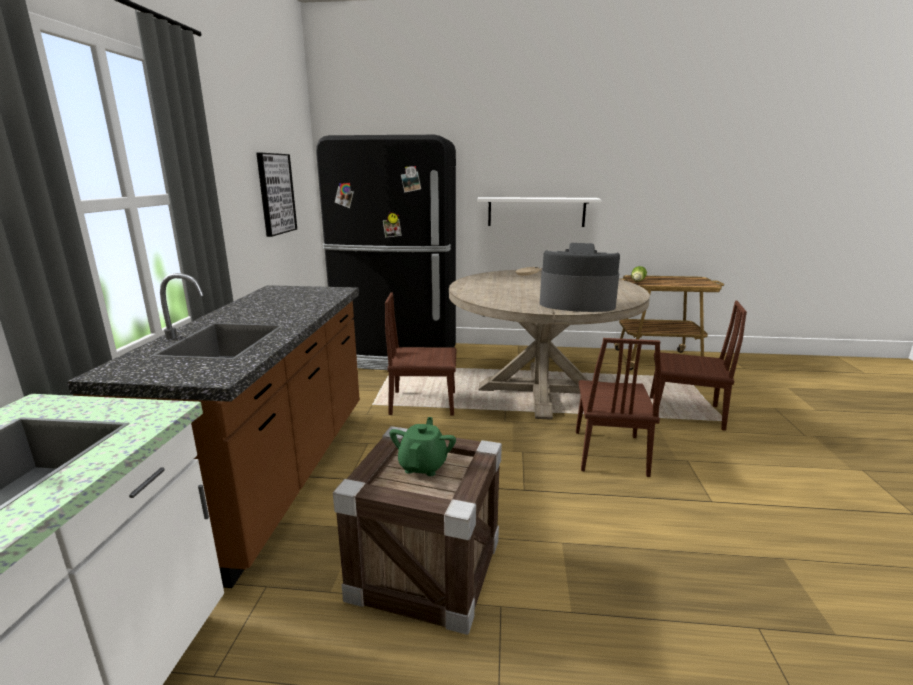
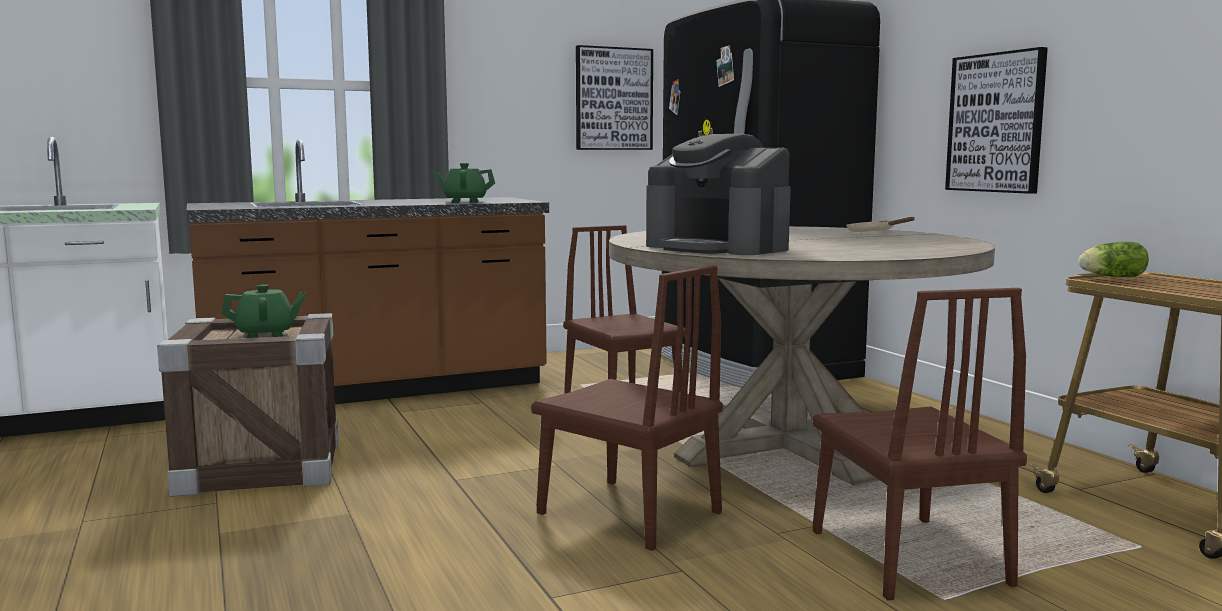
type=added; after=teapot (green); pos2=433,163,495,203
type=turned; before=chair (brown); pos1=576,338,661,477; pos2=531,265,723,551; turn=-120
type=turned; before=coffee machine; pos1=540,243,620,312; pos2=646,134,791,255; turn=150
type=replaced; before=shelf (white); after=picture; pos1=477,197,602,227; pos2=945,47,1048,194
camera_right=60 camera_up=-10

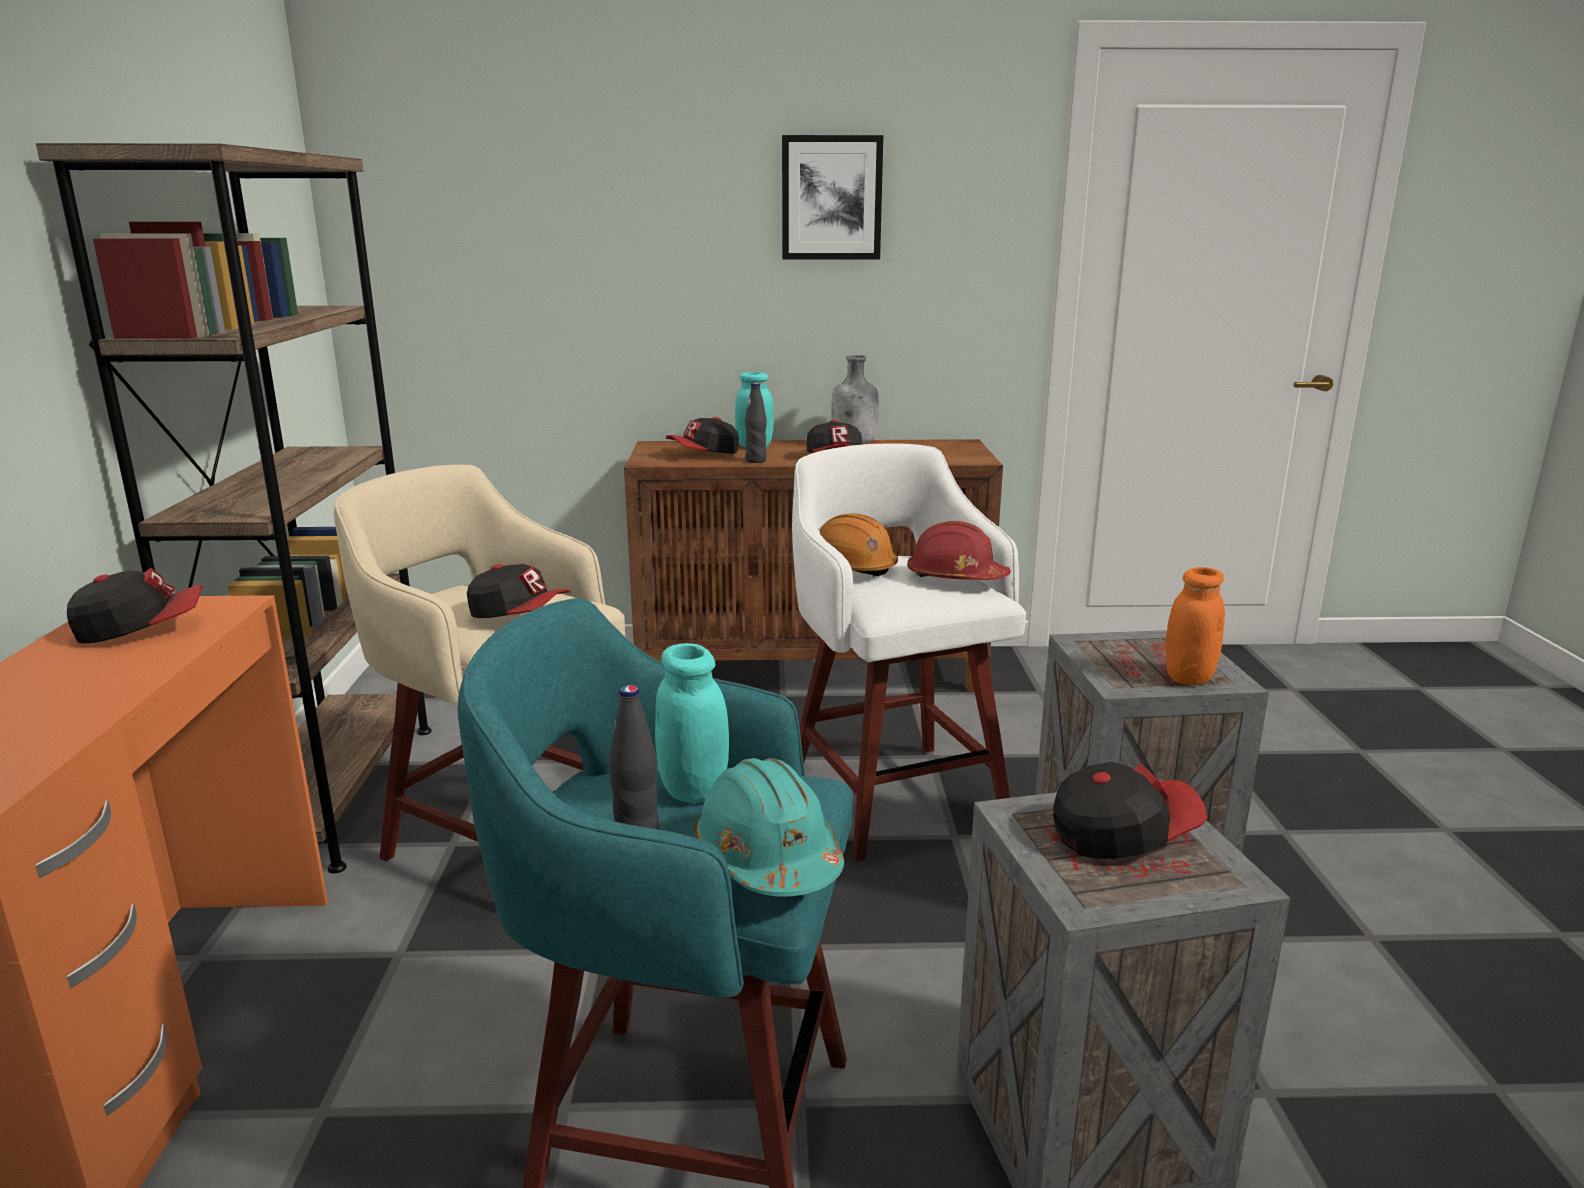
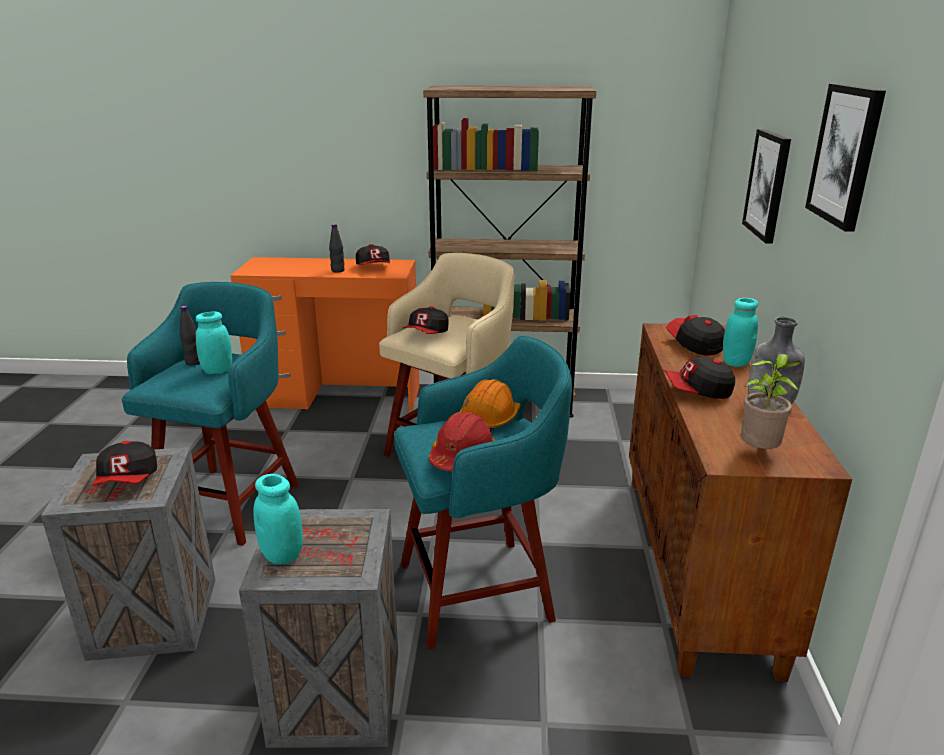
type=recoloured; before=jar (orange); after=jar (turquoise); pos1=1165,567,1225,685; pos2=253,474,303,564
type=moved; before=bottle (black); pos1=745,383,767,463; pos2=329,224,345,273
type=recoloured; before=stool (white); after=stool (turquoise); pos1=792,443,1026,861; pos2=394,336,572,650
type=added; after=potted plant; pos2=741,354,802,449
type=added; after=picture; pos2=742,129,791,243
type=removed; before=hard hat (turquoise); pos1=694,758,844,897
camera_right=95 camera_up=5

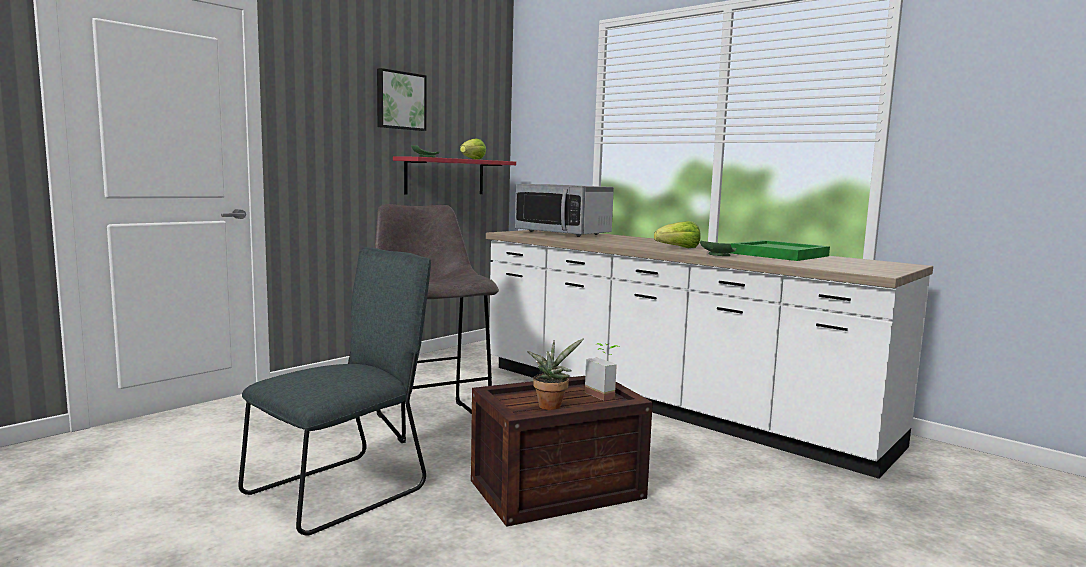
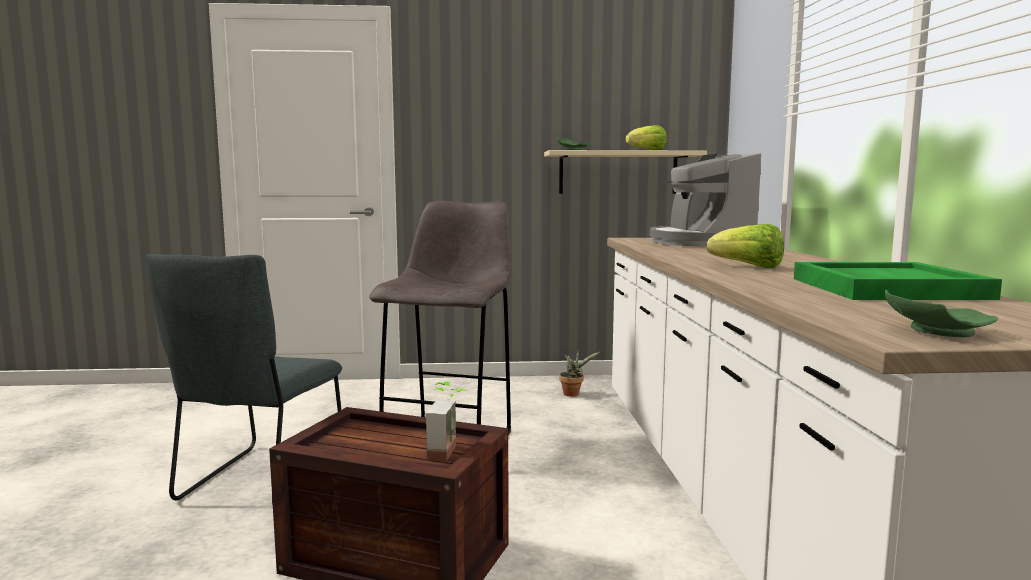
type=turned; before=chair (grey); pos1=238,247,431,536; pos2=145,254,342,505; turn=105
type=recoloured; before=shelf (red); after=shelf (beige); pos1=393,156,516,194; pos2=544,150,707,194
type=moved; before=potted plant; pos1=527,338,584,410; pos2=559,349,600,397
type=replaced; before=microwave; after=coffee machine; pos1=515,184,614,237; pos2=650,153,761,246
type=moved; before=plate (green); pos1=700,241,736,256; pos2=885,290,998,337
type=removed; before=picture; pos1=377,68,427,131
camera_right=45 camera_up=0

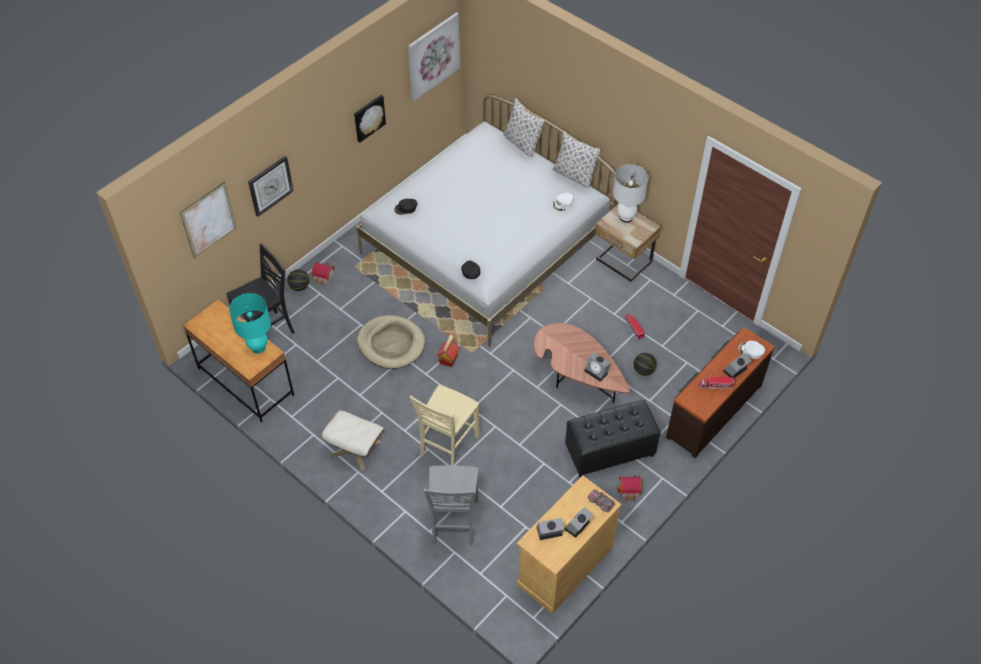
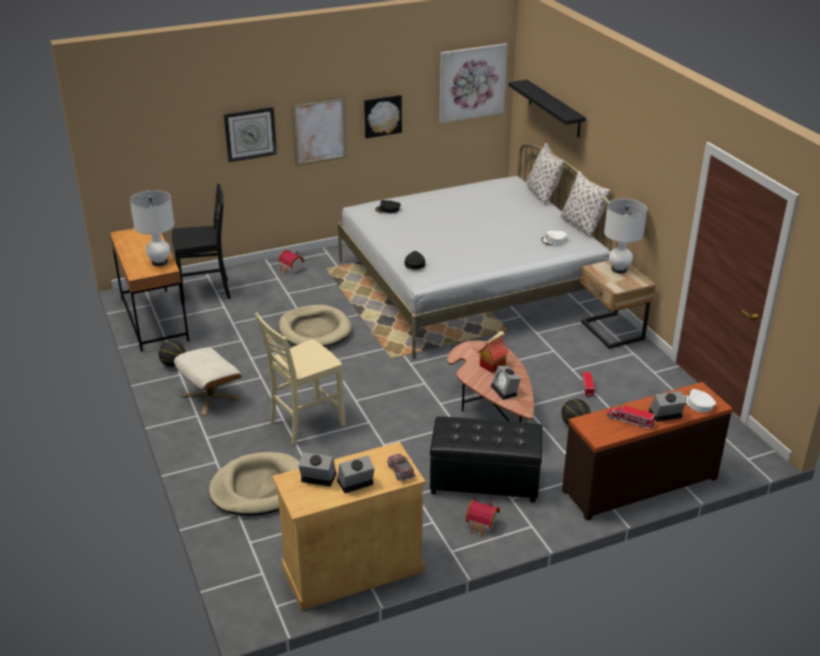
type=recoloured; before=table lamp (turquoise); after=table lamp (white); pos1=229,293,271,354; pos2=130,190,174,266
type=moved; before=basketball; pos1=288,269,309,291; pos2=159,341,186,367
type=replaced; before=chair (grey); after=dog bed (beige); pos1=424,465,479,545; pos2=209,452,300,516
type=moved; before=picture; pos1=180,182,237,258; pos2=292,97,347,166
type=moved; before=toy house; pos1=437,335,460,367; pos2=478,331,509,373
type=added; after=shelf (black); pos2=509,80,586,138
camera_right=25 camera_up=-20

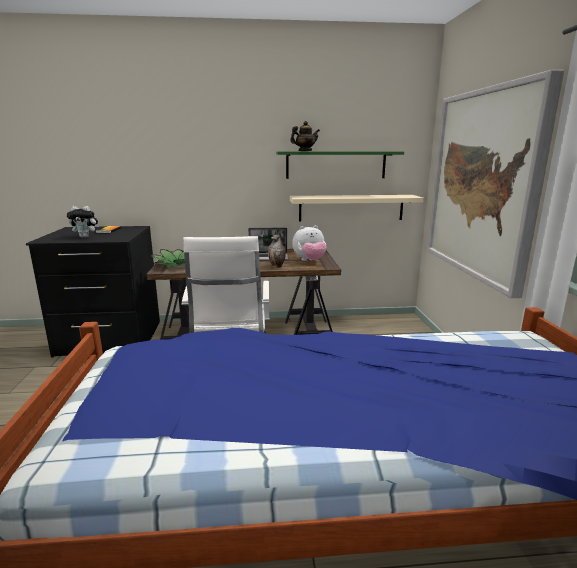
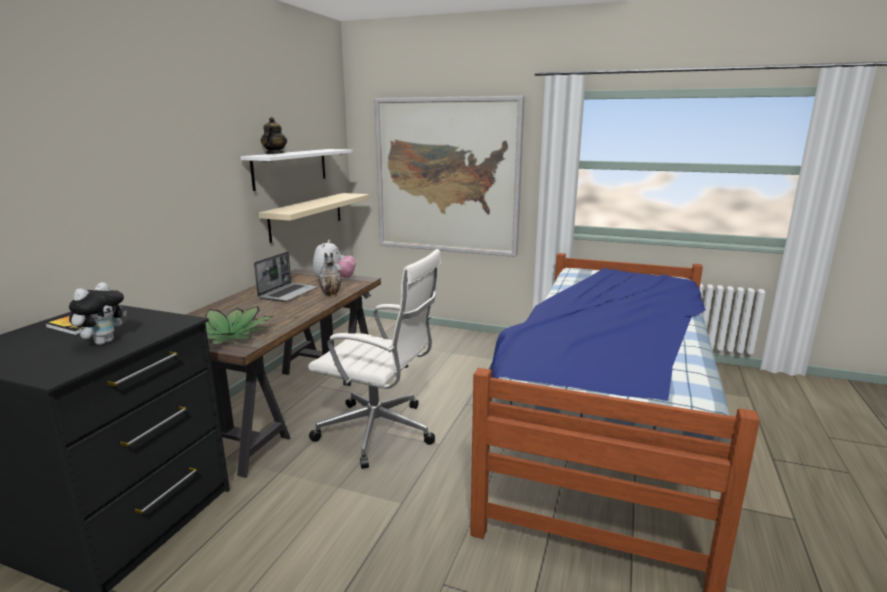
type=recoloured; before=shelf (green); after=shelf (white); pos1=276,151,404,179; pos2=241,149,353,191
camera_right=-65 camera_up=0

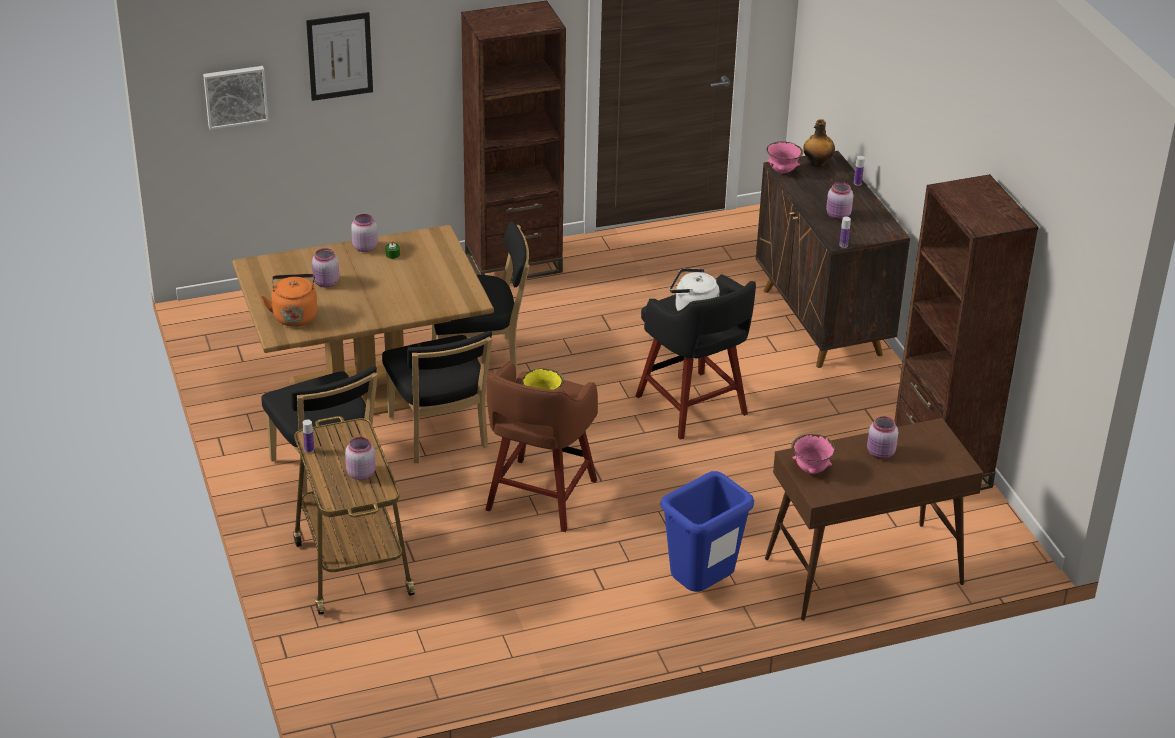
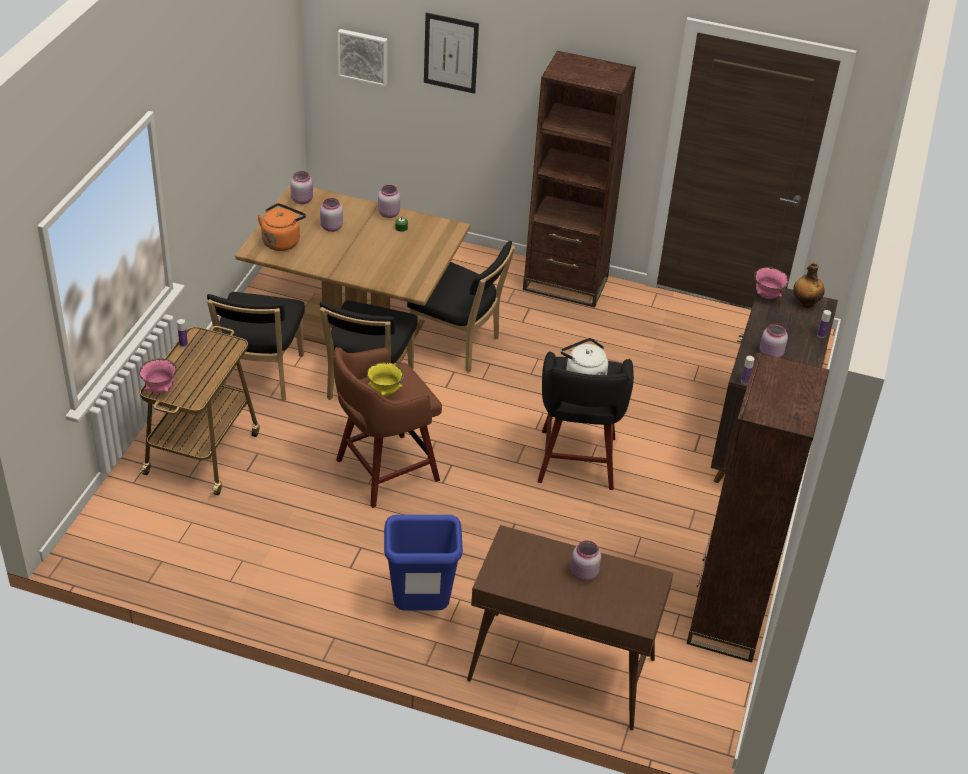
type=moved; before=bowl (pink); pos1=792,434,836,474; pos2=139,358,177,393
type=moved; before=jar (pink); pos1=345,437,376,480; pos2=290,171,313,204
camera_right=35 camera_up=5

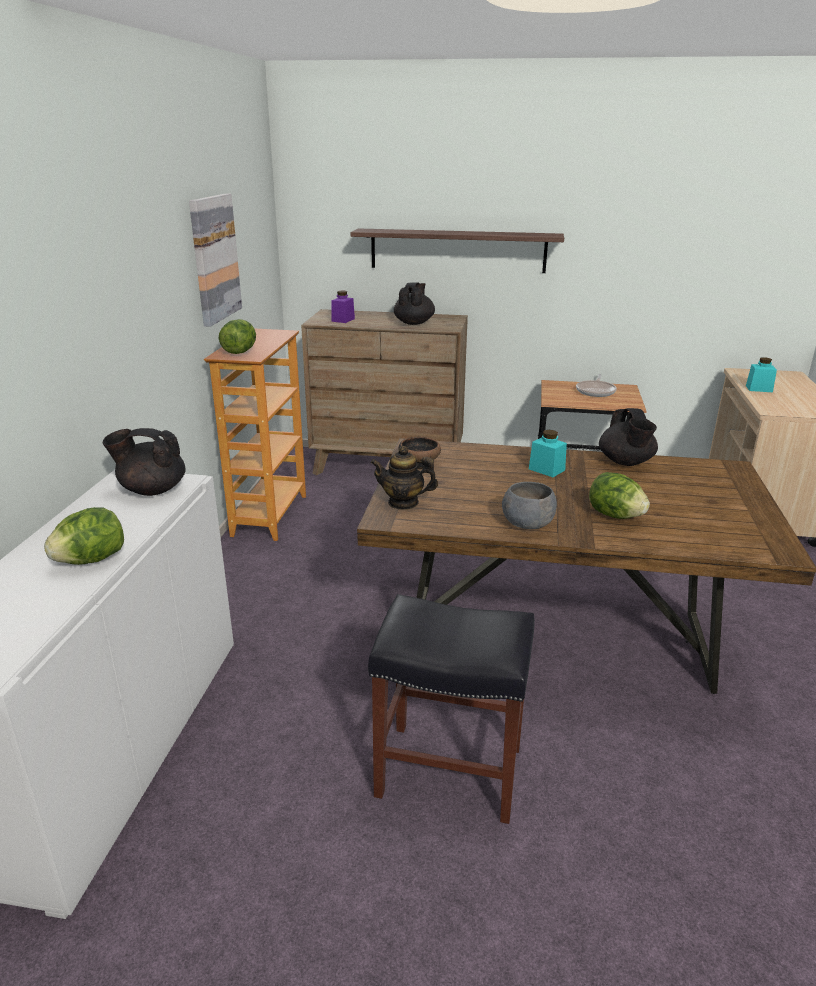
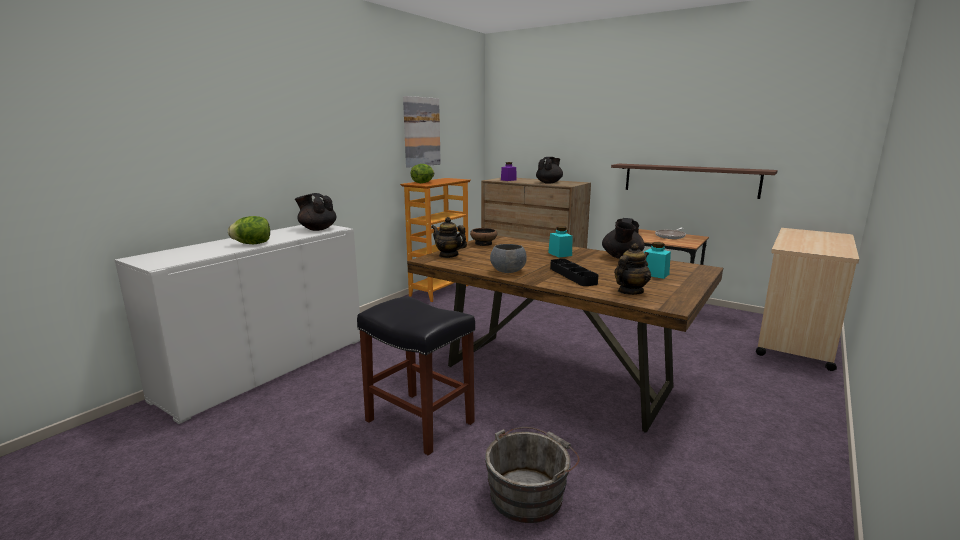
type=added; after=bucket (grey); pos2=485,427,580,523
type=replaced; before=lettuce; after=tray (black); pos1=589,472,650,519; pos2=550,259,598,286
type=moved; before=shelf; pos1=351,228,564,273; pos2=611,164,778,199
type=added; after=teapot; pos2=615,243,651,295
type=moved; before=jar (turquoise); pos1=746,357,777,392; pos2=644,242,671,279
camera_right=25 camera_up=-10

